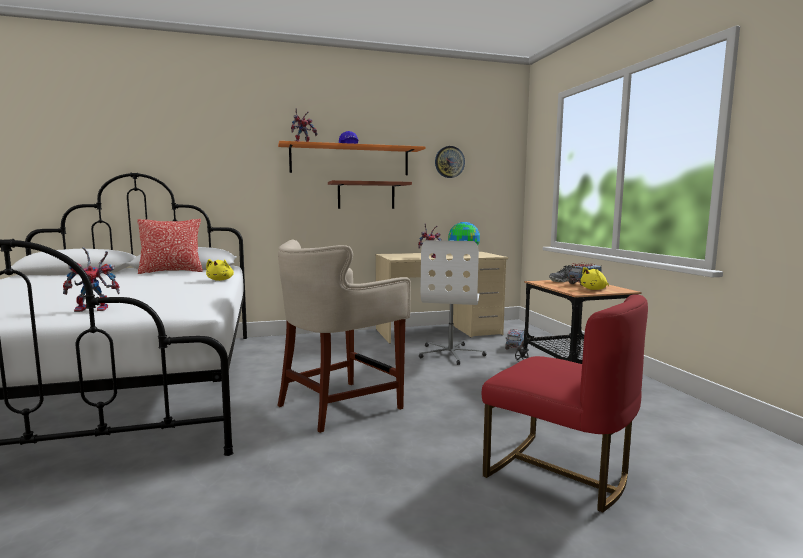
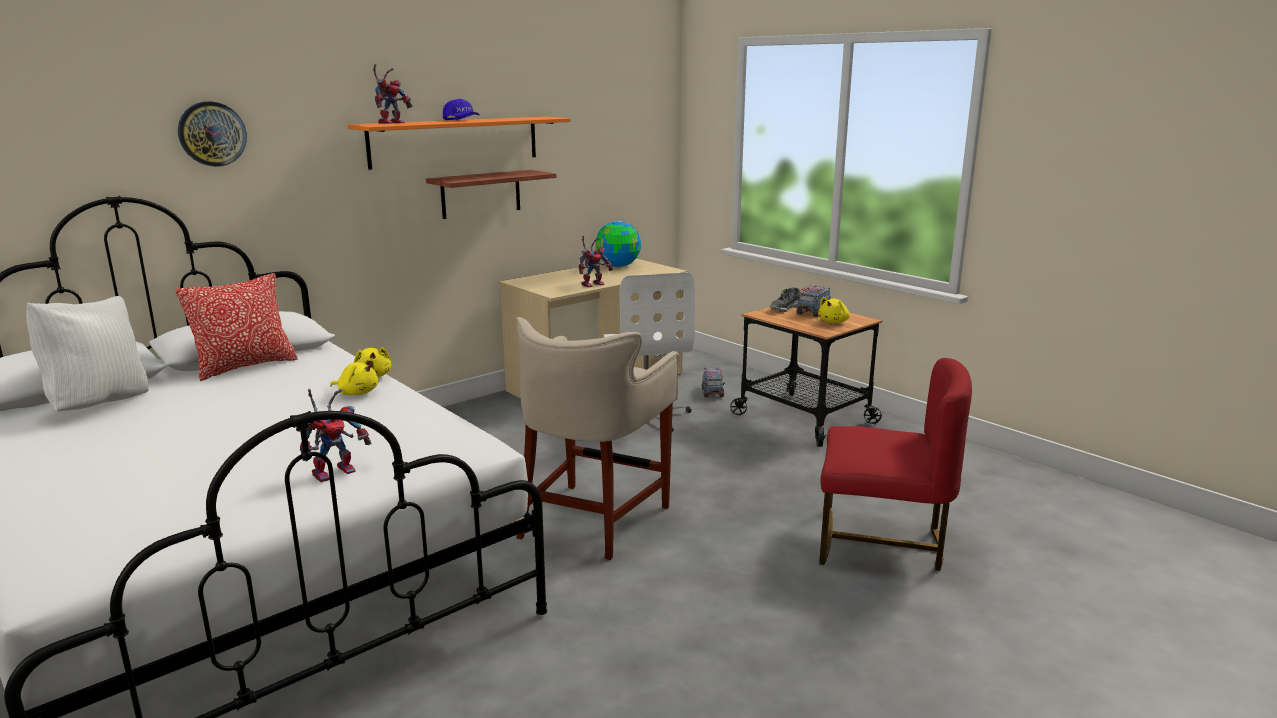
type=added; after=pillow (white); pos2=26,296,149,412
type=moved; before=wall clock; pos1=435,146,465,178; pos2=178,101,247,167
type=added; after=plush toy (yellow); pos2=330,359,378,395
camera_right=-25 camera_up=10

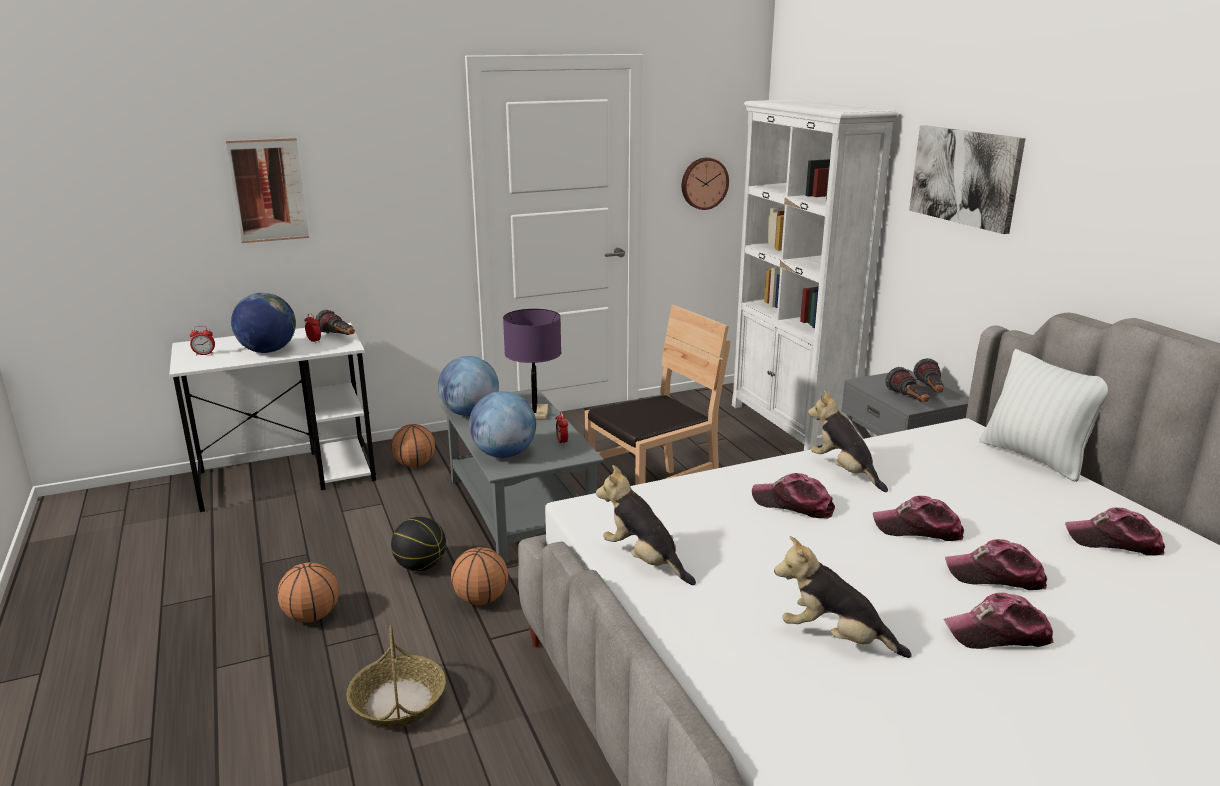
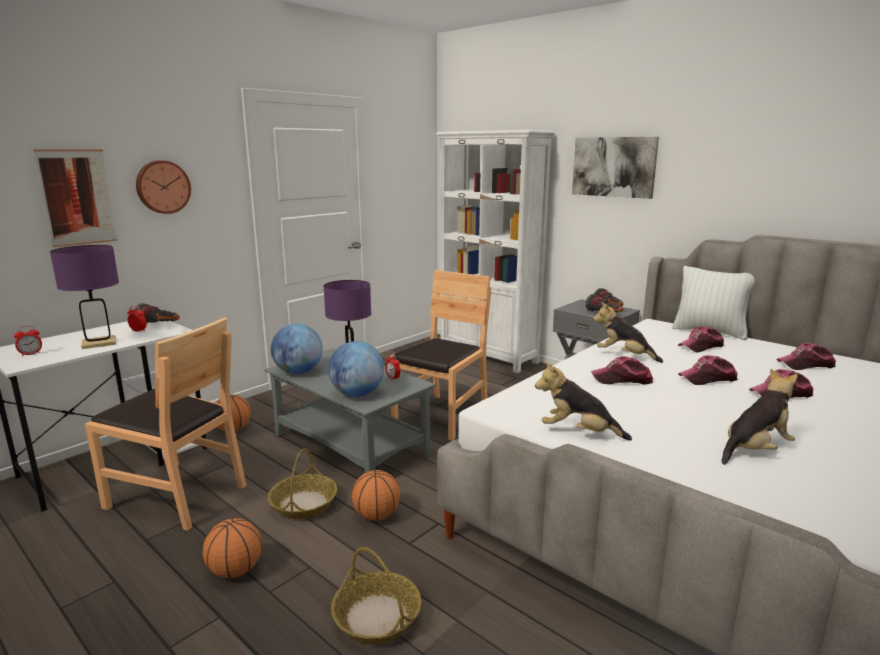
type=replaced; before=globe; after=table lamp (purple); pos1=231,293,296,353; pos2=50,245,119,349
type=added; after=chair (brown); pos2=85,317,247,531
type=moved; before=wall clock; pos1=682,158,729,210; pos2=136,160,191,214
type=replaced; before=basketball; after=basket; pos1=391,517,446,571; pos2=268,448,337,519
type=moved; before=cap; pos1=944,593,1054,649; pos2=678,327,724,352
type=turned; before=plush toy; pos1=774,536,911,658; pos2=722,369,797,465; turn=150
camera_right=-25 camera_up=-5

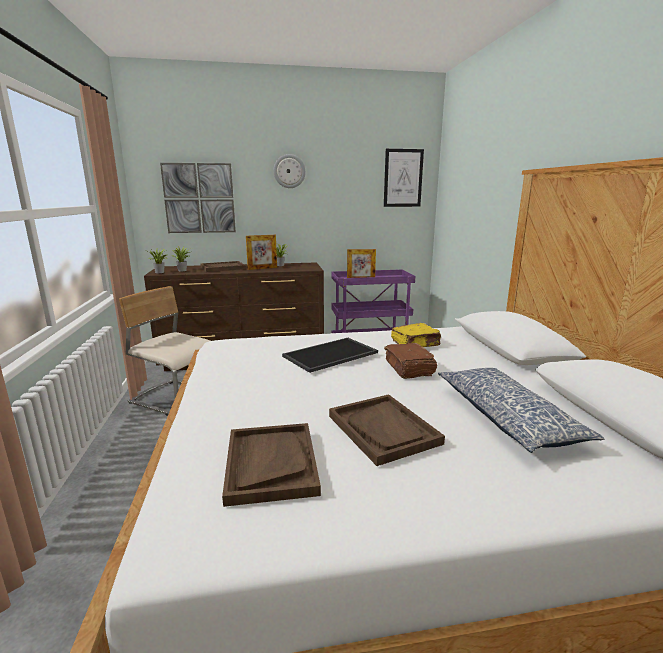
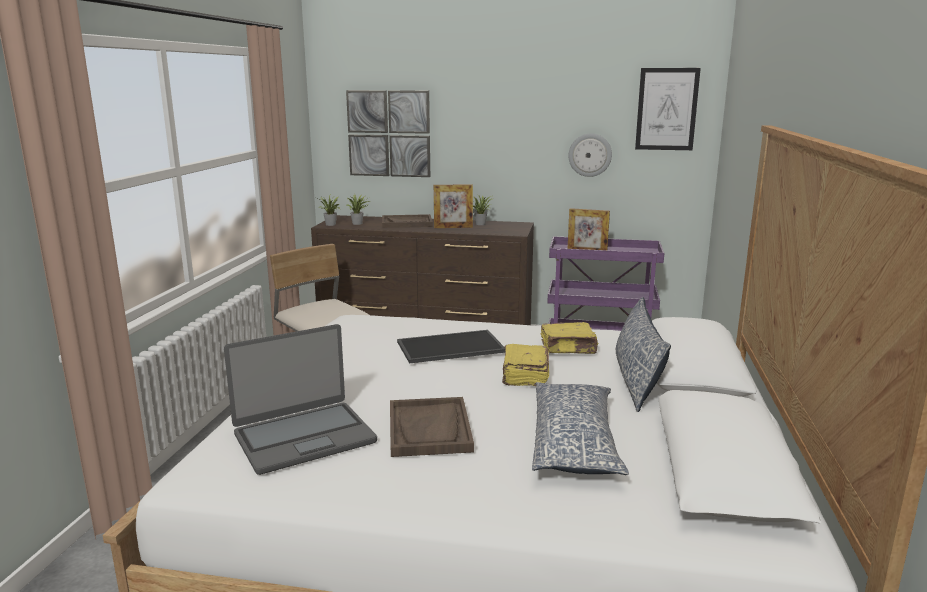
type=replaced; before=tray (brown); after=laptop; pos1=222,423,321,507; pos2=224,324,377,475
type=recoloured; before=book (brown); after=book (yellow); pos1=384,343,437,379; pos2=502,344,549,386
type=moved; before=wall clock; pos1=274,154,306,188; pos2=568,133,612,177
type=added; after=pillow; pos2=615,297,671,412
camera_right=20 camera_up=0

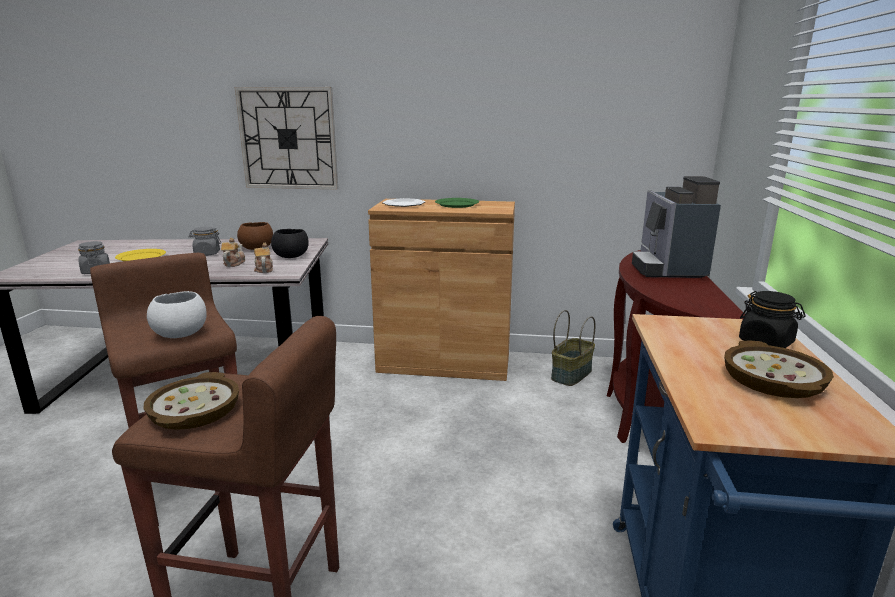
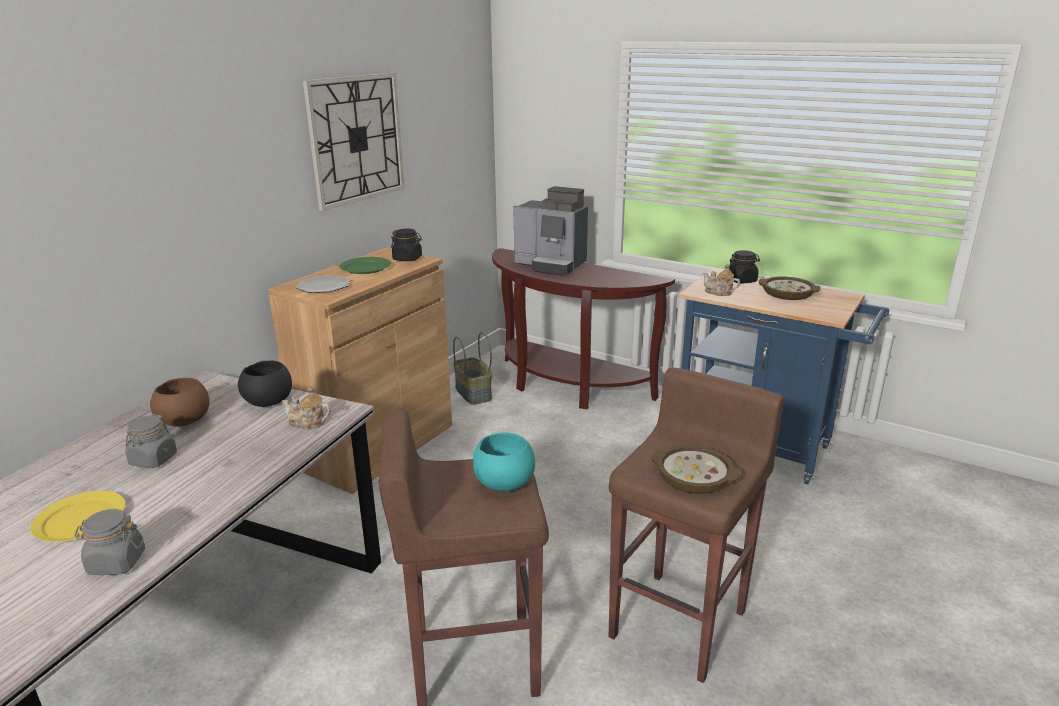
type=moved; before=wall clock; pos1=235,87,338,190; pos2=303,73,405,211
type=added; after=jar (black); pos2=391,229,422,261
type=recoloured; before=bowl (white); after=bowl (turquoise); pos1=147,291,207,338; pos2=473,433,535,491
type=moved; before=teapot; pos1=221,238,245,267; pos2=703,264,740,296
camera_right=-65 camera_up=5

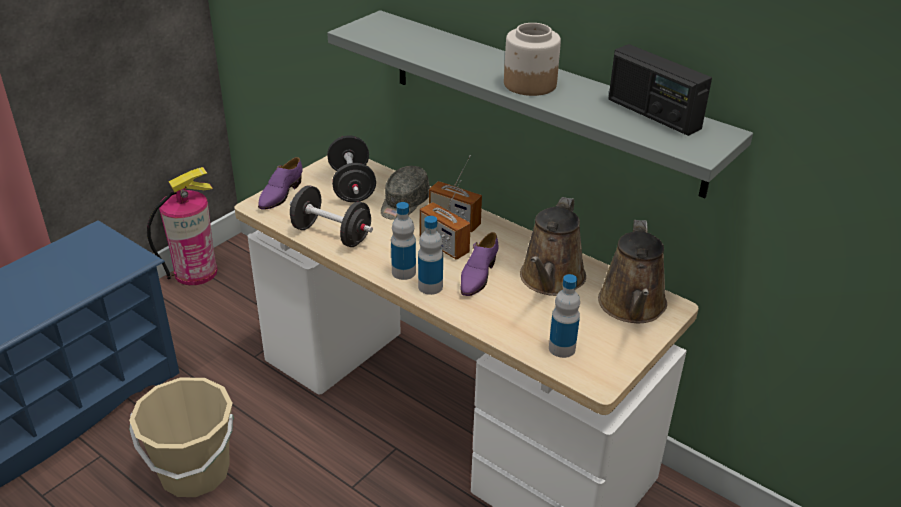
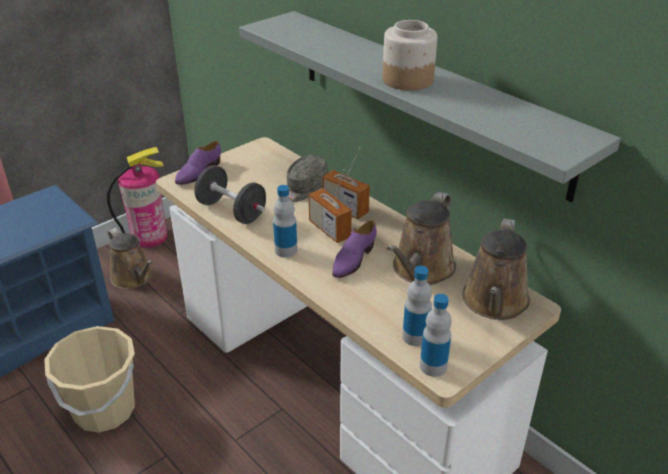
type=added; after=watering can (brown); pos2=108,228,153,289
type=moved; before=bottle; pos1=418,216,443,295; pos2=420,294,452,377
type=removed; before=dumbbell (black); pos1=327,136,376,202
type=removed; before=radio; pos1=608,44,712,136
camera_right=10 camera_up=0

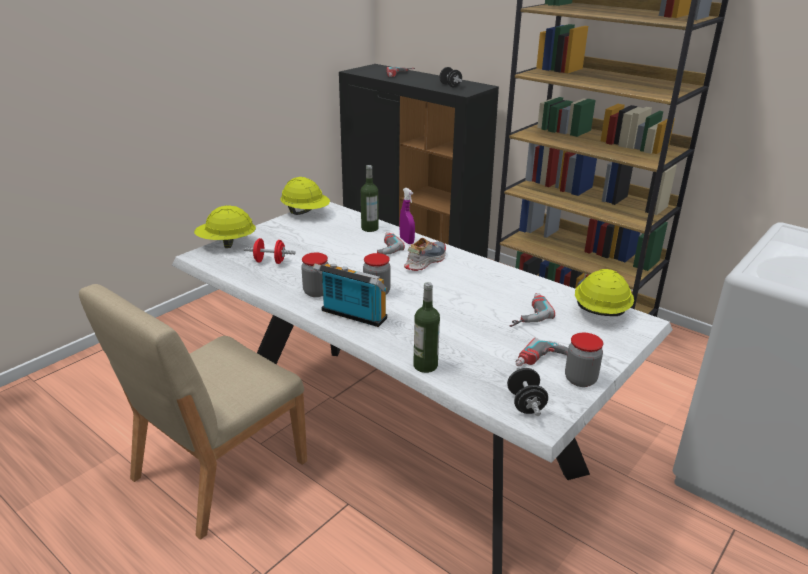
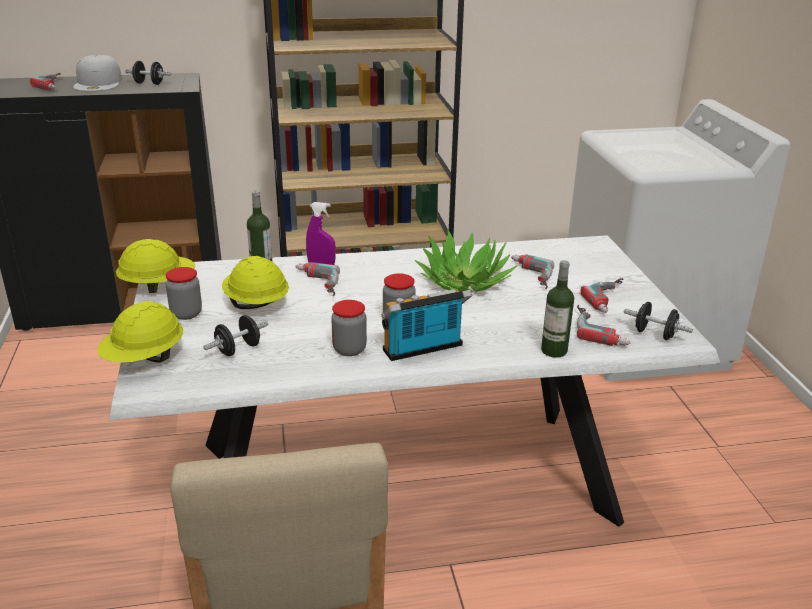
type=added; after=cap (white); pos2=73,55,122,91
type=moved; before=jar; pos1=565,333,603,387; pos2=166,267,202,320
type=recoloured; before=dumbbell (red); after=dumbbell (black); pos1=243,238,295,264; pos2=203,315,268,356
type=moved; before=hard hat (yellow); pos1=575,269,634,316; pos2=222,256,289,309
type=added; after=potted plant; pos2=414,229,517,292
type=added; after=power drill; pos2=577,305,631,346
type=removed; before=shoe; pos1=404,238,446,271
camera_right=-50 camera_up=0

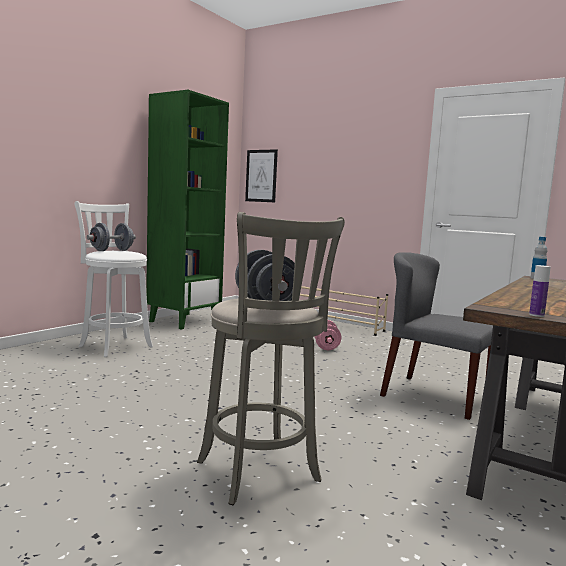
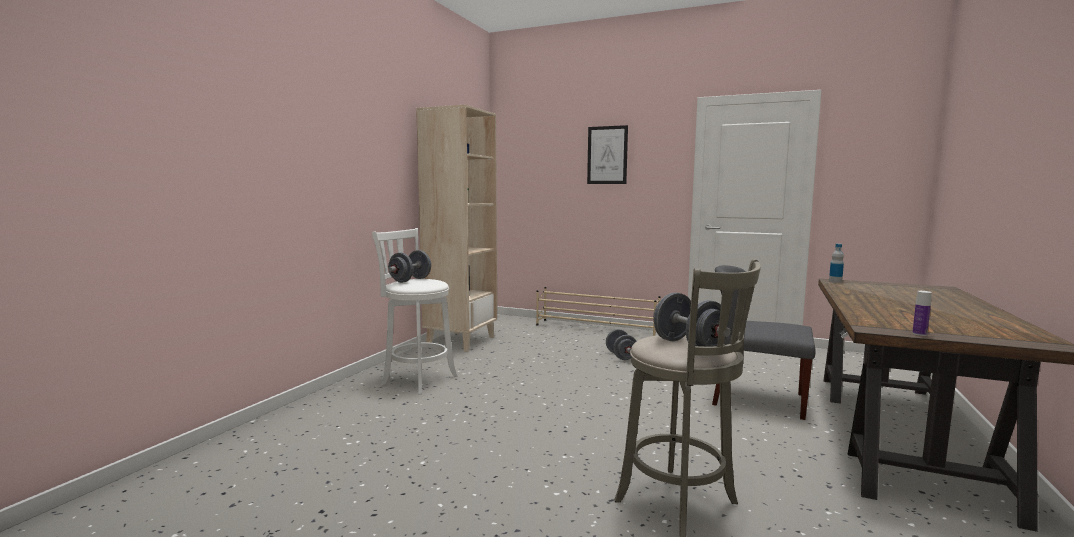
type=recoloured; before=bookcase (green); after=bookcase (beige); pos1=146,90,229,329; pos2=416,105,497,352
type=moved; before=picture; pos1=245,149,278,202; pos2=587,125,628,184
type=recoloured; before=dumbbell (pink); after=dumbbell (grey); pos1=314,320,341,350; pos2=606,329,637,360
camera_right=-10 camera_up=0

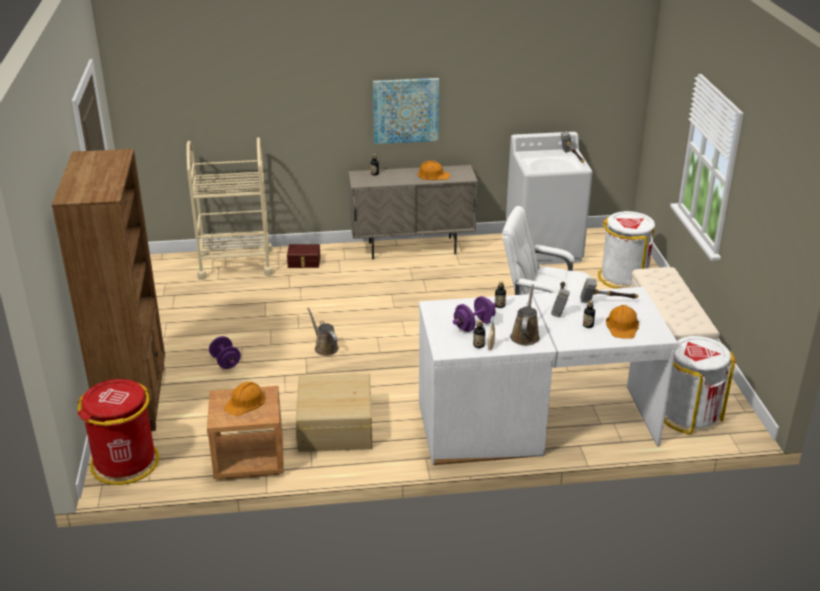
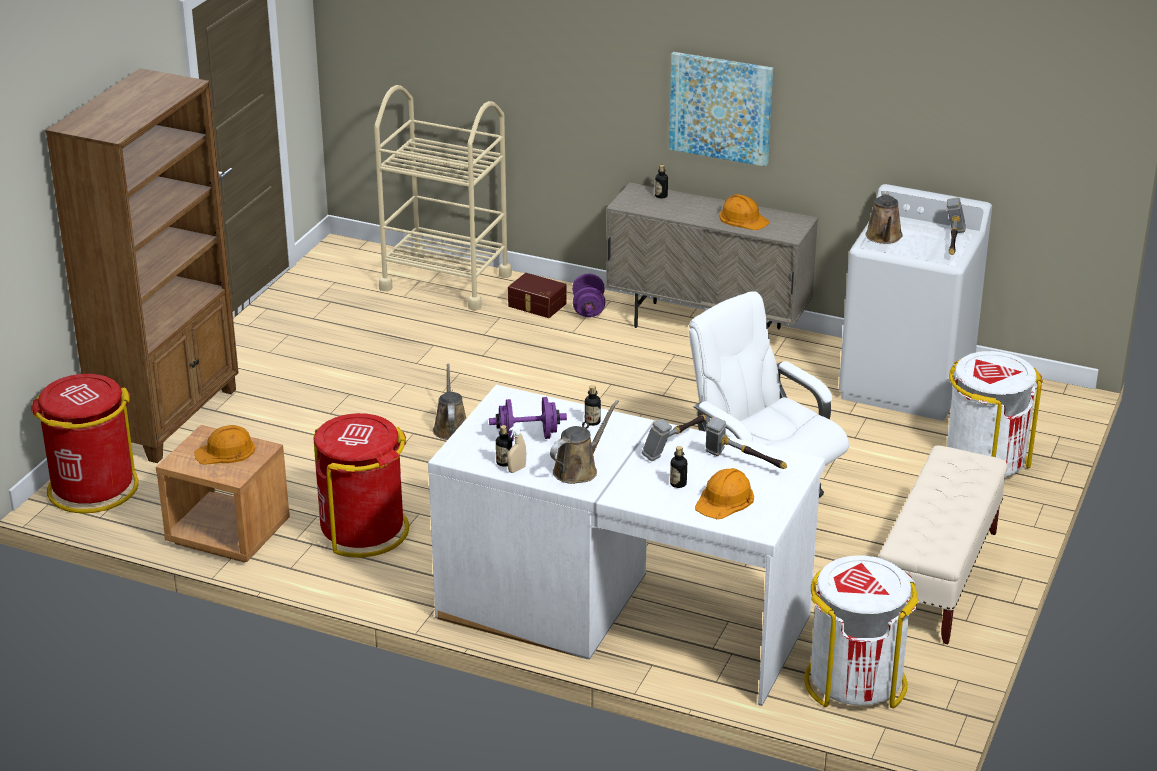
type=replaced; before=storage box (beige); after=trash can (red); pos1=296,374,372,452; pos2=314,413,409,558
type=moved; before=dumbbell (purple); pos1=209,336,241,369; pos2=572,274,605,317
type=added; after=watering can (brown); pos2=865,191,903,244
camera_right=30 camera_up=0

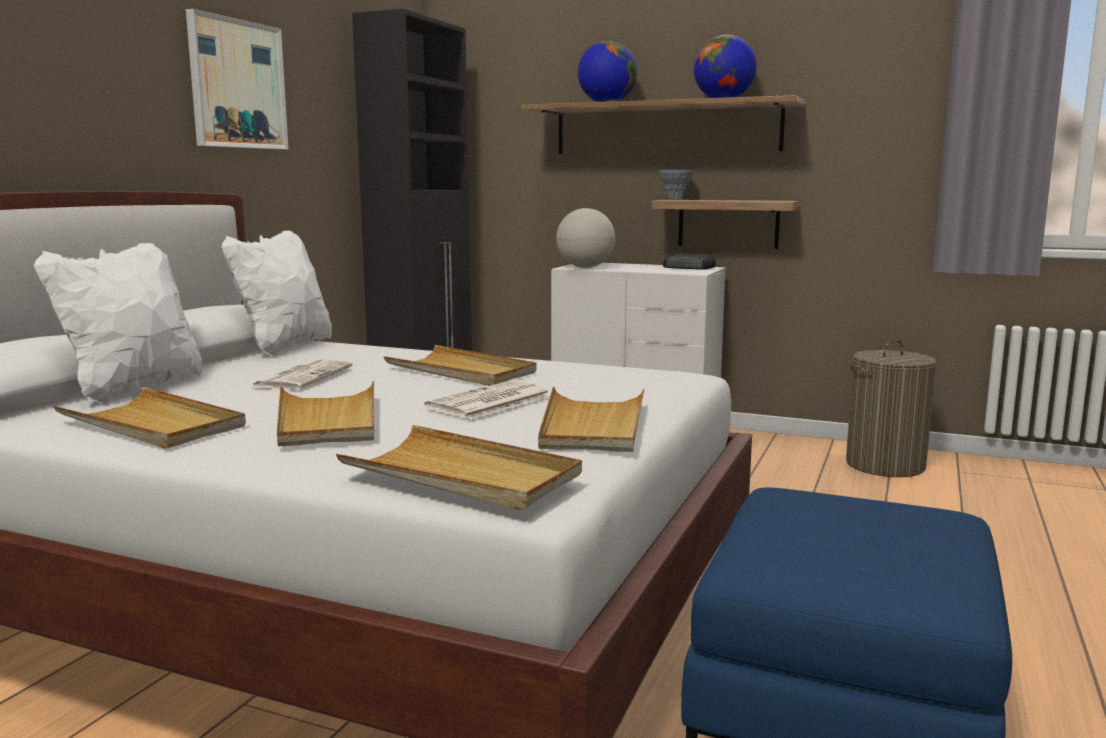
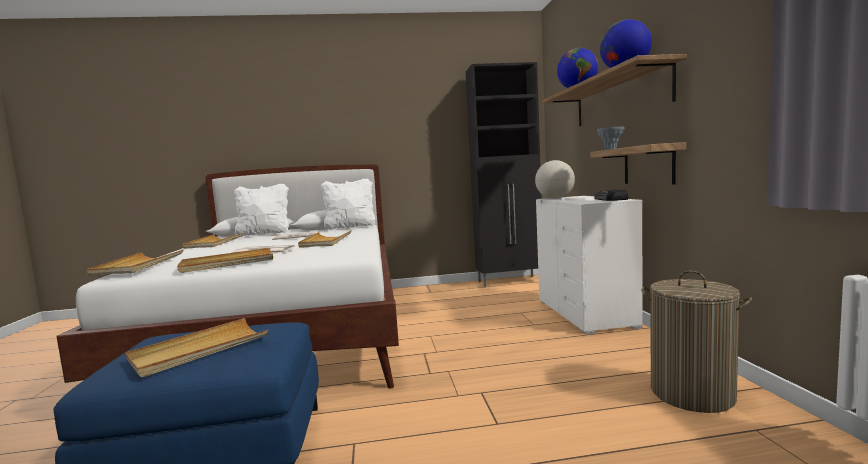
type=moved; before=tray (beige); pos1=277,381,374,447; pos2=126,318,268,377
type=removed; before=picture; pos1=186,9,288,150
camera_right=60 camera_up=-5

